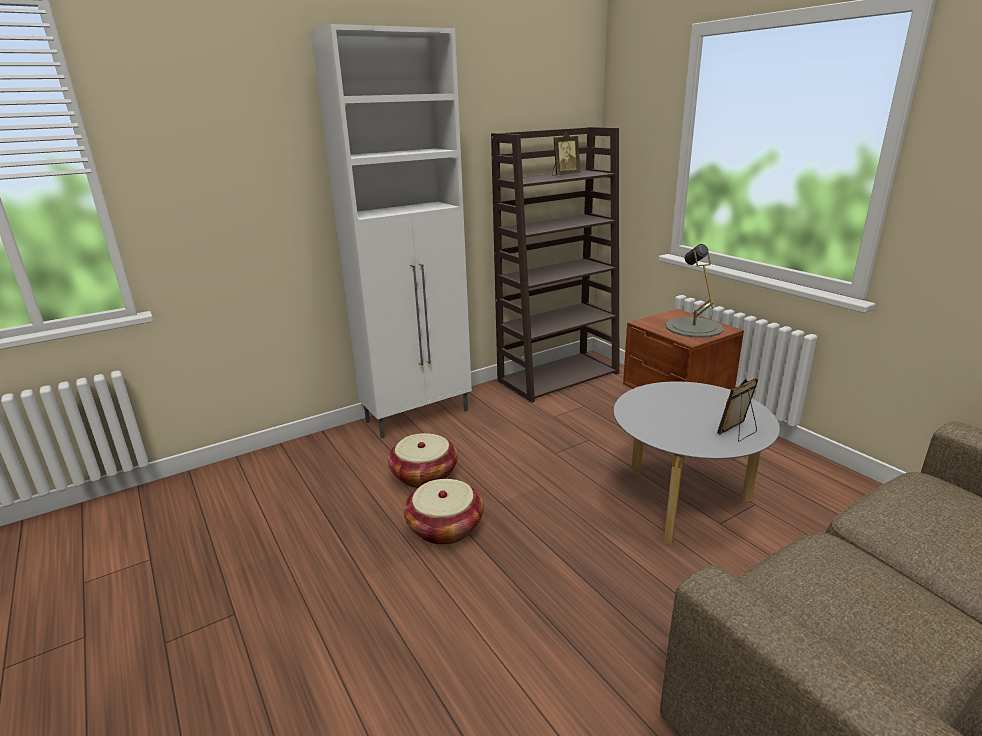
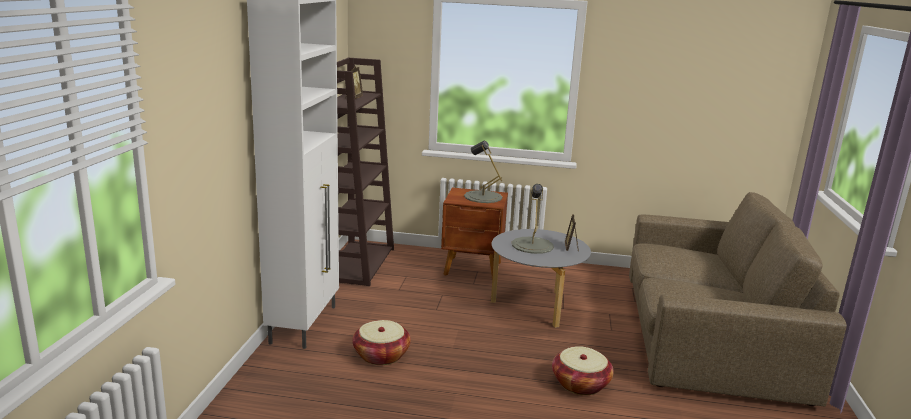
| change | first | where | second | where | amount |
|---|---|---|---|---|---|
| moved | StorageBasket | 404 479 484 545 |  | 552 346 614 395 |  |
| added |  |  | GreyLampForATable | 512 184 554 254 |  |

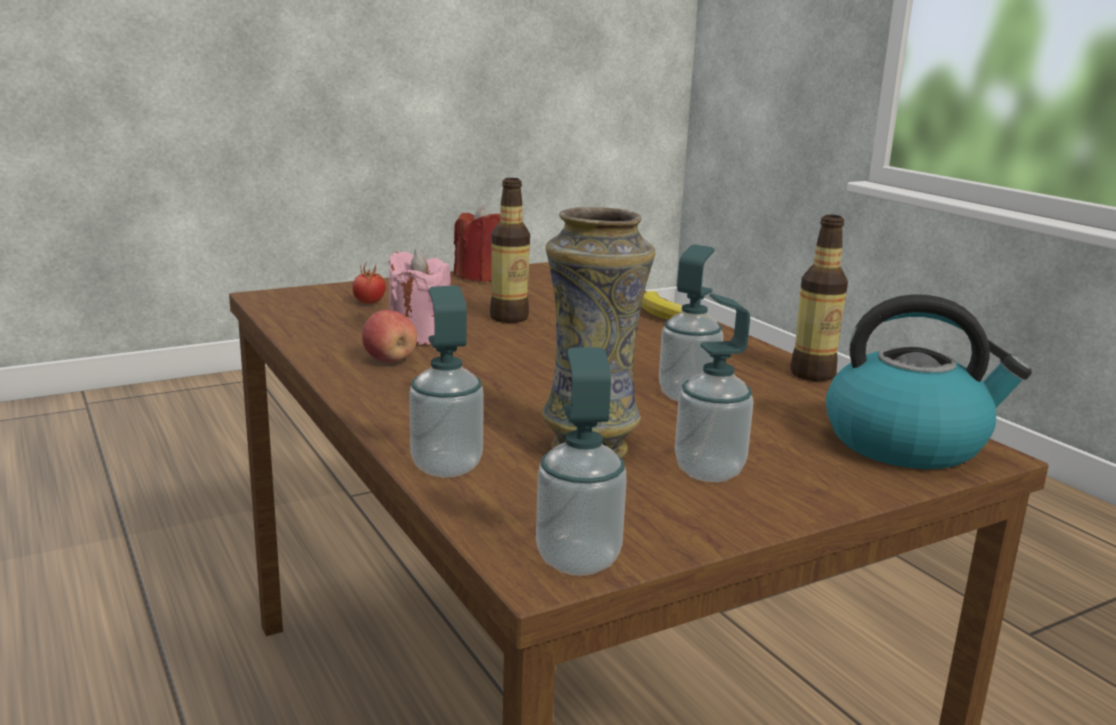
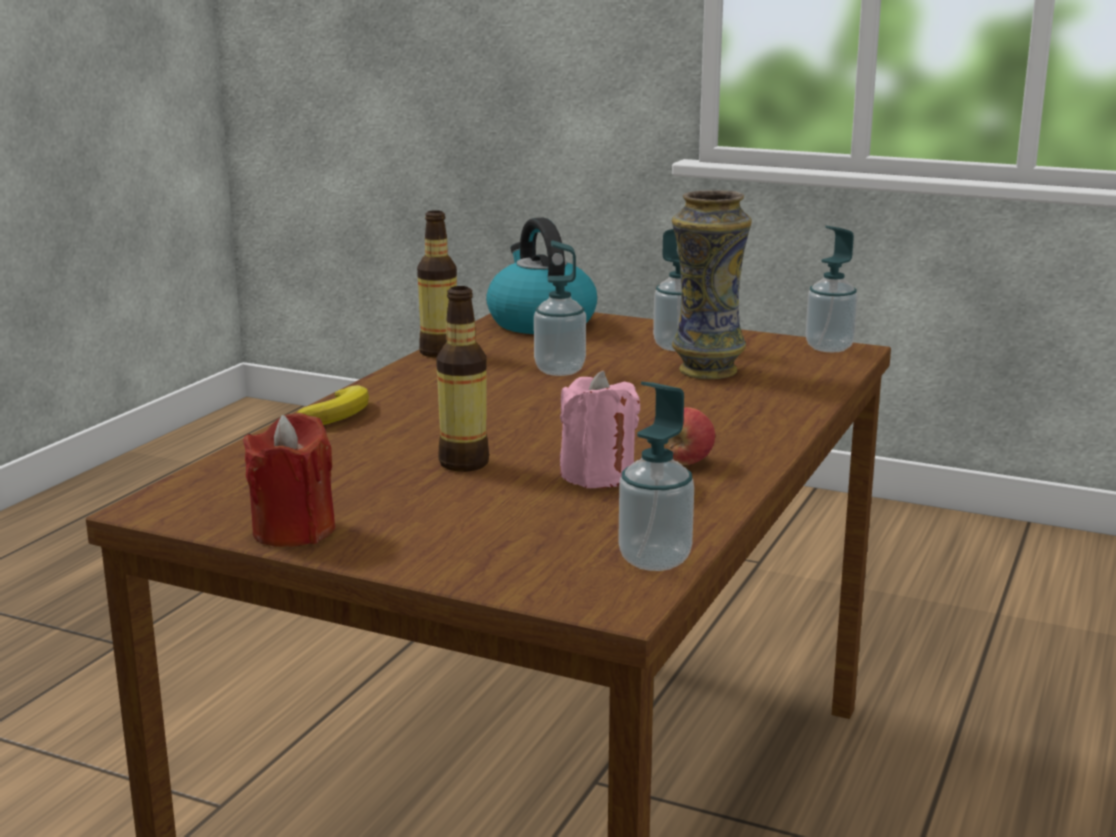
| change | first | where | second | where | amount |
|---|---|---|---|---|---|
| removed | FreshTomato | 352 261 386 304 |  |  |  |
| moved | SoapBottle | 409 286 484 477 |  | 618 381 694 571 |  |

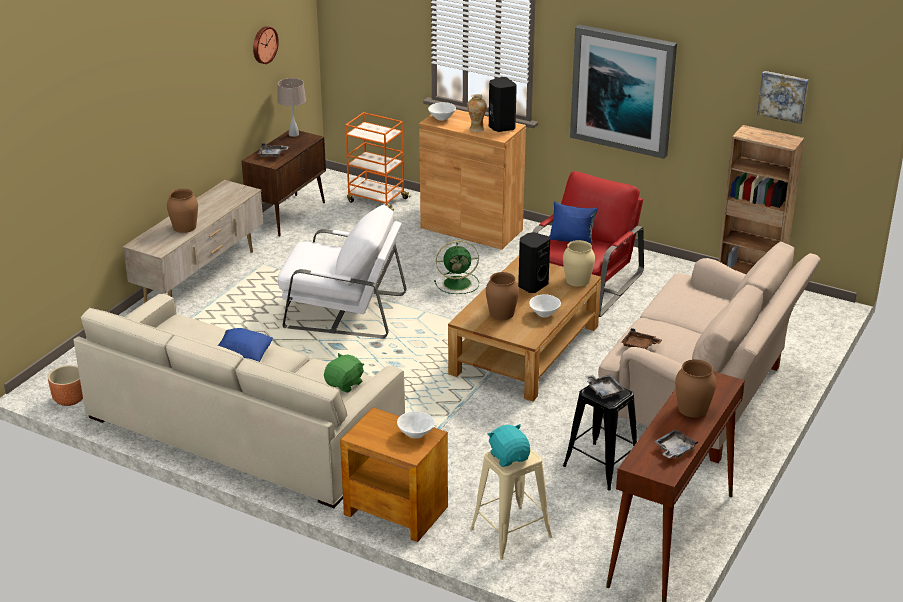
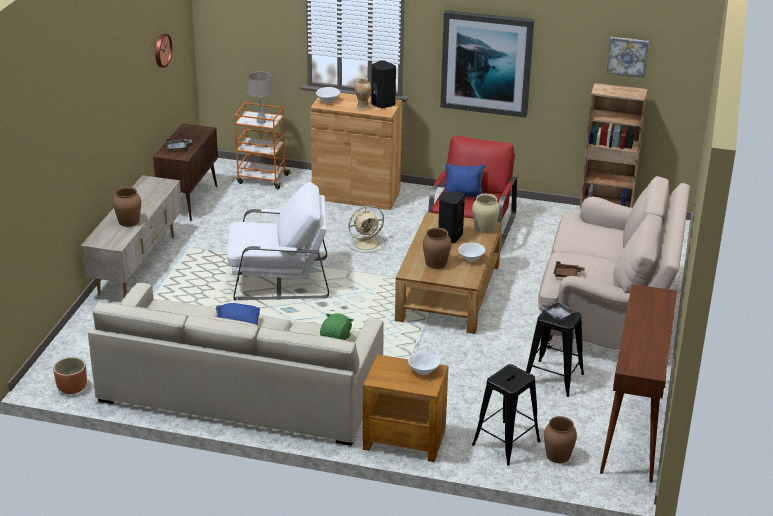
| change | first | where | second | where | amount |
|---|---|---|---|---|---|
| moved | SandColouredLampForATable | 277 78 306 137 |  | 247 72 273 124 |  |
| recoloured | GreenElectricFan | 434 240 479 294 | SandColouredElectricFan | 345 205 385 253 |  |
| recoloured | SandColouredSittingStool | 470 448 552 560 | BlackSittingStool | 472 364 540 465 |  |
| removed | BlueGreenPlushToy | 487 424 530 467 |  |  |  |
| removed | GreyCarryingTray | 654 429 698 458 |  |  |  |
| moved | BrownColouredDecorativeVase | 675 359 716 418 |  | 544 416 577 463 |  |

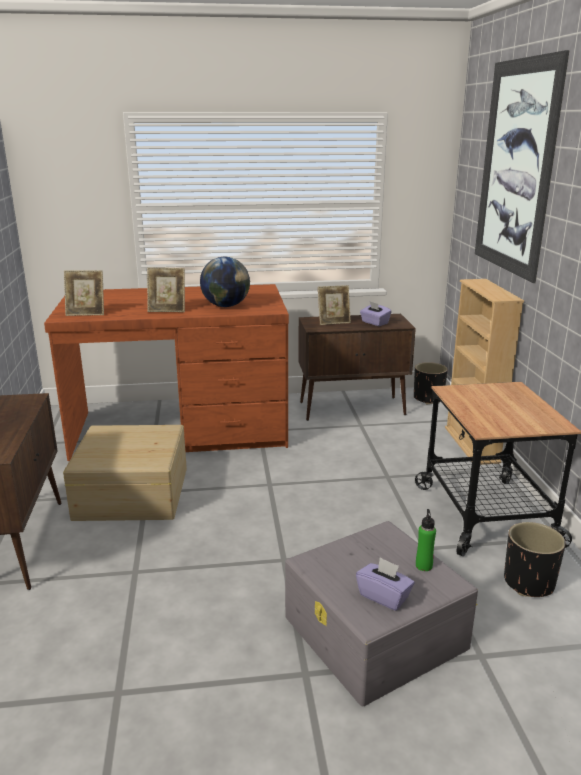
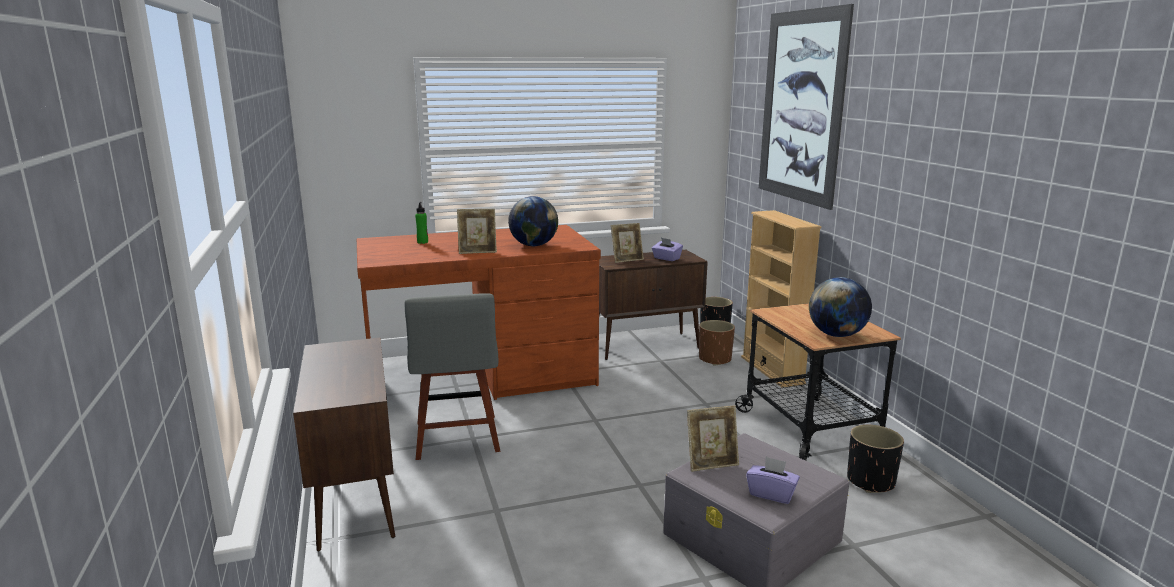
| change | first | where | second | where | amount |
|---|---|---|---|---|---|
| replaced | SandColouredStorageBin | 63 425 187 521 | GreyChair | 405 293 500 460 |  |
| moved | StandingFrame | 64 270 104 316 |  | 687 405 739 472 |  |
| moved | GreenBeverageBottle | 416 509 436 571 |  | 415 202 428 244 |  |
| added |  |  | BrownColouredPlantPot | 699 320 735 366 |  |
| added |  |  | DeskGlobe | 809 277 872 337 |  |

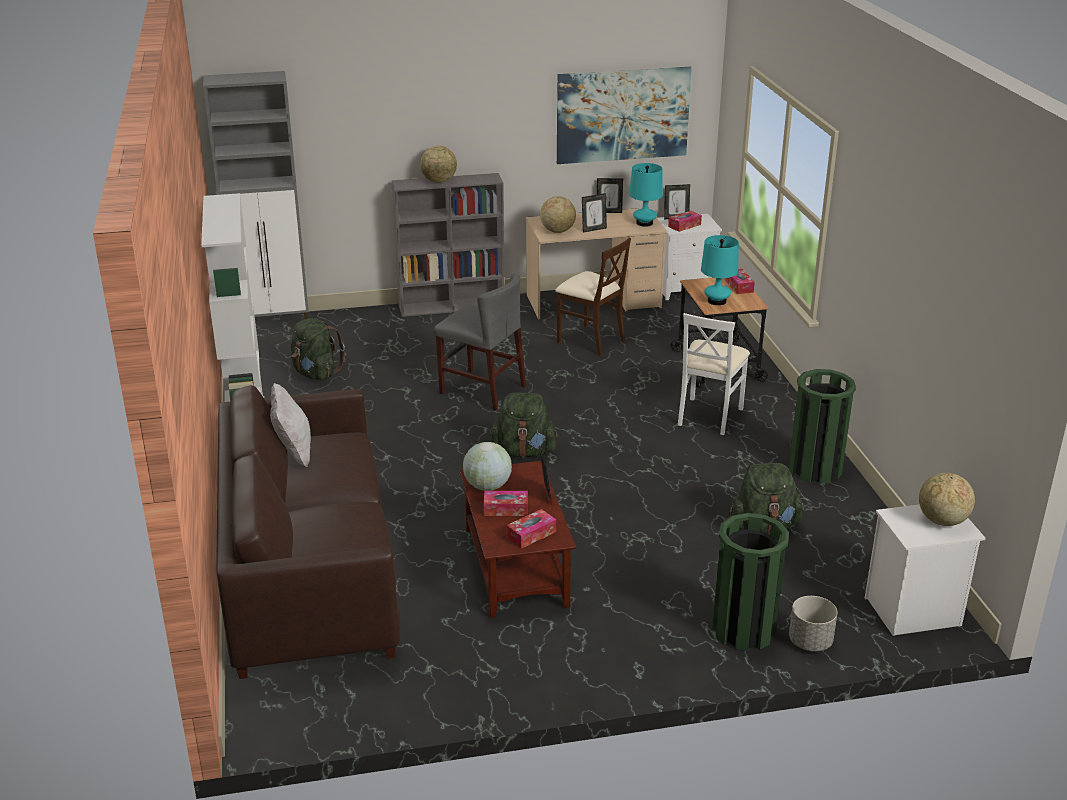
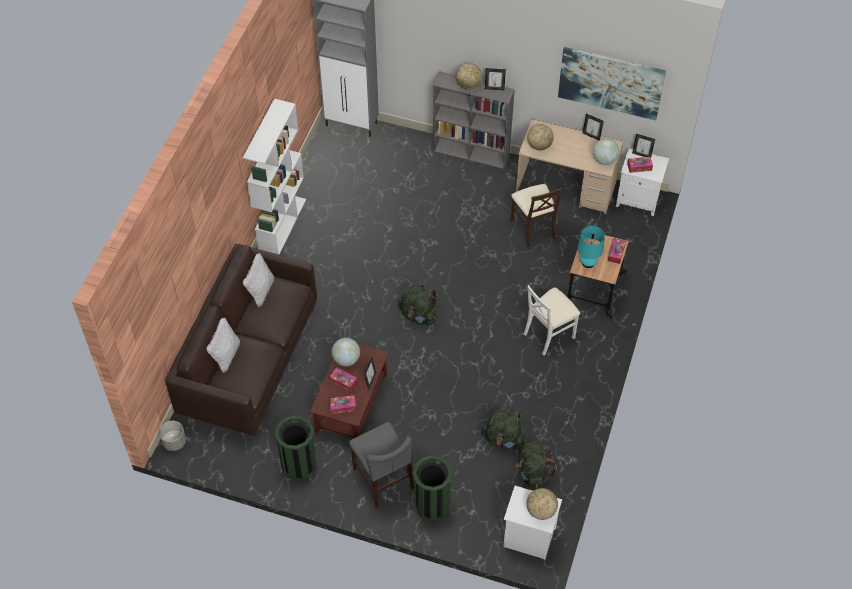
| change | first | where | second | where | amount |
|---|---|---|---|---|---|
| moved | GreenKnapsack | 291 318 345 380 |  | 515 442 557 490 |  |
| moved | GreyChair | 434 273 526 411 |  | 349 422 414 508 |  |
| moved | StandingFrame | 582 193 607 233 |  | 485 68 506 90 |  |
| replaced | BlueGreenLampForATable | 629 163 663 227 | DeskGlobe | 593 138 619 165 |  |
| moved | GreenTrashCan | 789 369 856 484 |  | 275 415 317 480 |  |
| moved | GreyPlantPot | 789 596 838 651 |  | 159 421 186 451 |  |
| added |  |  | WhiteCushion | 206 317 240 373 |  |

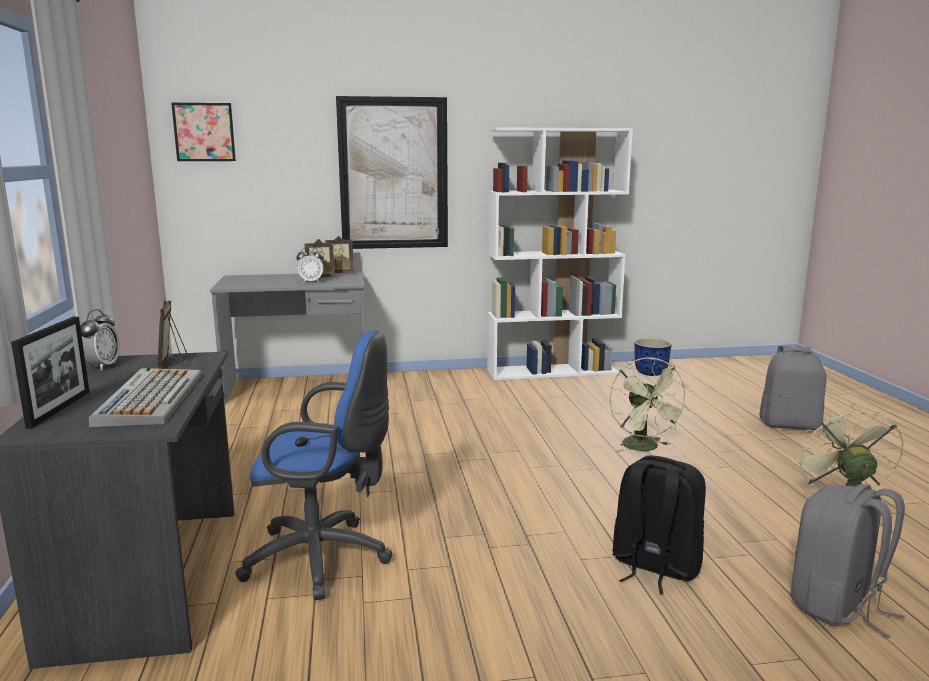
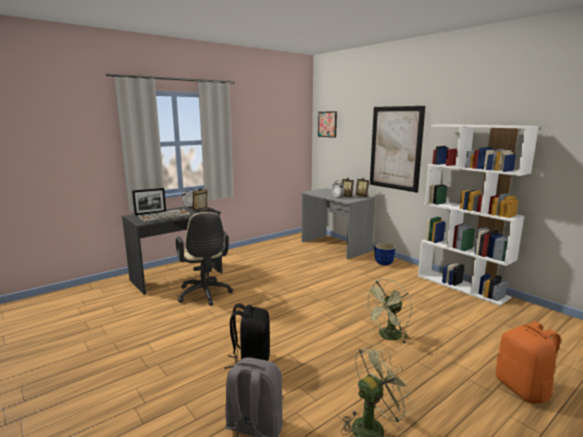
| change | first | where | second | where | amount |
|---|---|---|---|---|---|
| recoloured | BlueDeskChair | 235 330 392 600 | SandColouredDeskChair | 176 212 233 306 |  |
| moved | PlantPot | 634 338 672 376 |  | 374 243 396 265 |  |
| recoloured | GreyKnapsack | 759 345 827 430 | OrangeKnapsack | 496 321 561 404 |  |

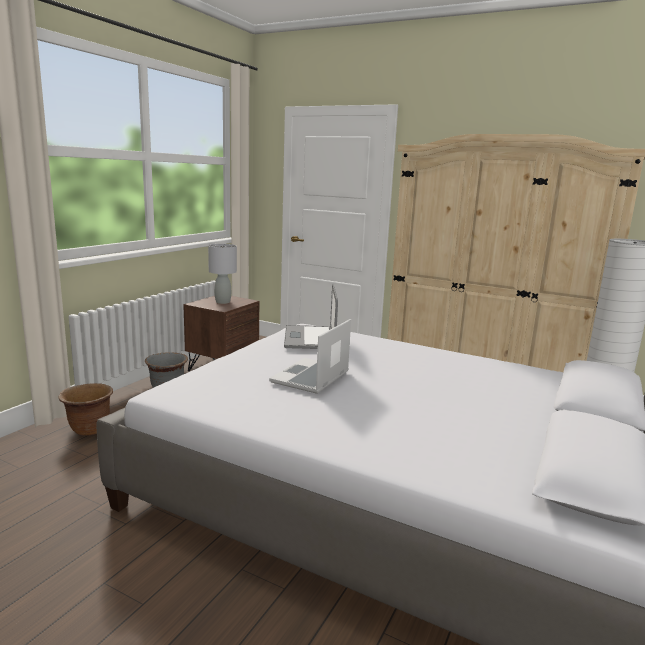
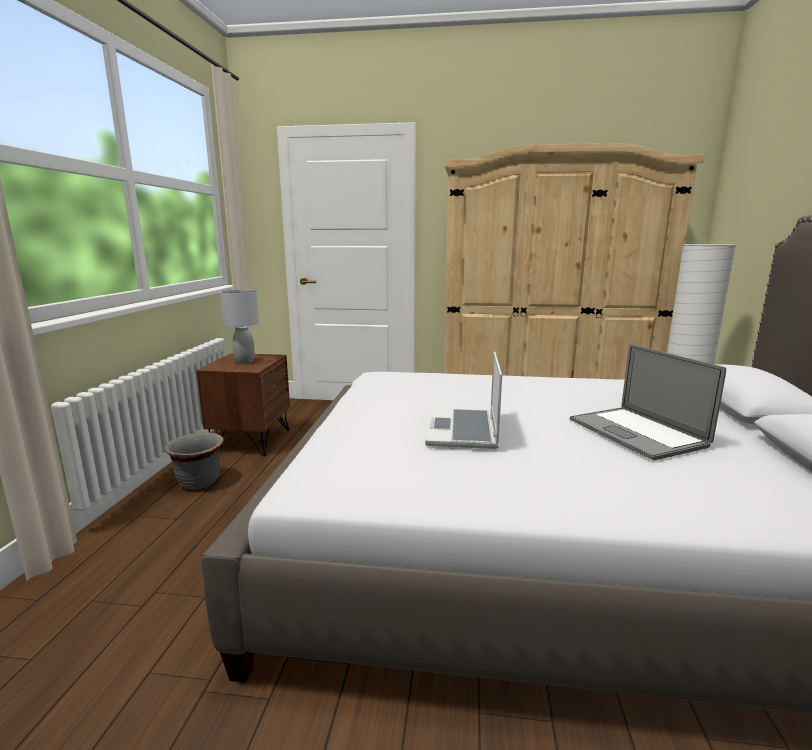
| change | first | where | second | where | amount |
|---|---|---|---|---|---|
| removed | BrownColouredPlantPot | 58 383 113 436 |  |  |  |
| moved | Laptop | 284 283 338 349 |  | 570 344 726 460 |  |

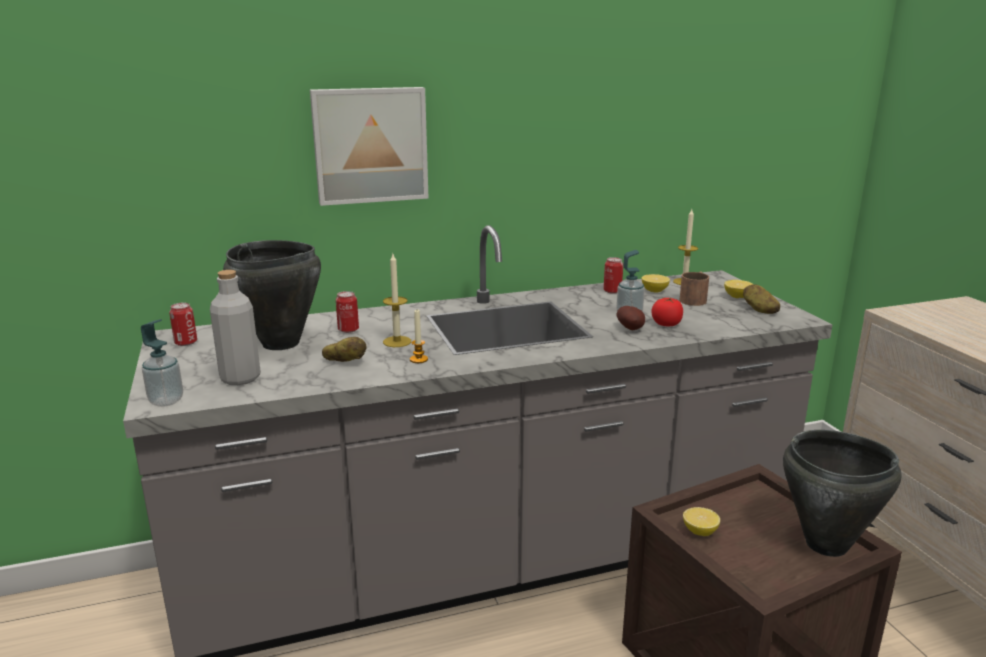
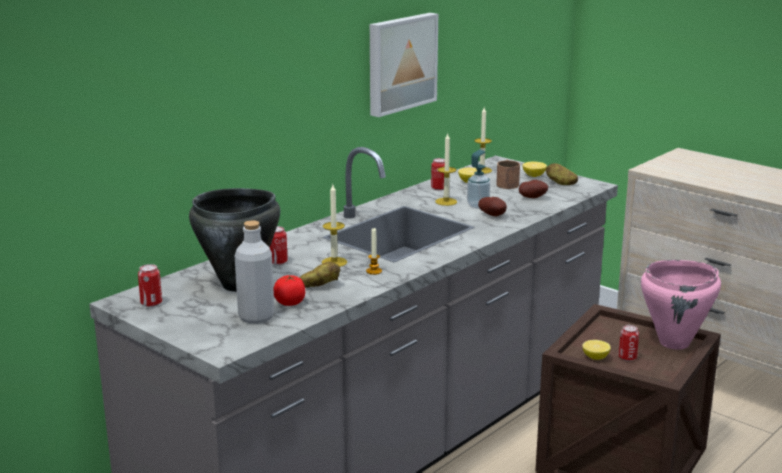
| change | first | where | second | where | amount |
|---|---|---|---|---|---|
| removed | SoapBottle | 141 319 183 407 |  |  |  |
| moved | Picture | 310 87 429 206 |  | 370 13 438 117 |  |
| moved | FreshTomato | 651 298 683 326 |  | 273 275 305 306 |  |
| recoloured | BlackSaucepot | 783 430 902 557 | PinkishSaucepot | 641 260 721 350 |  |
| added |  |  | WaxLight | 435 132 457 206 |  |
| added |  |  | Potato | 519 180 548 198 |  |
| added |  |  | Can | 618 325 639 361 |  |

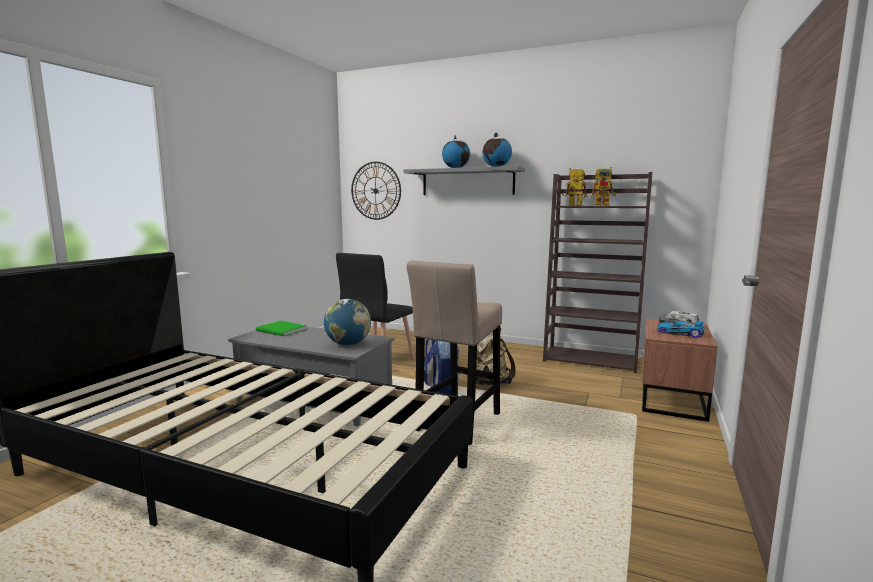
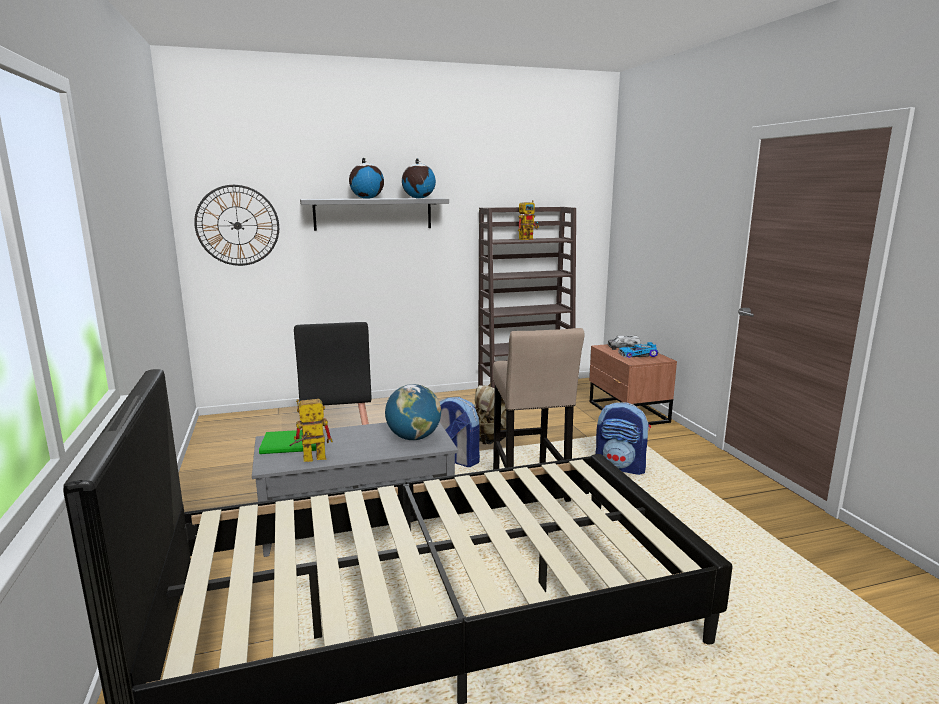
| change | first | where | second | where | amount |
|---|---|---|---|---|---|
| moved | ToyRobot | 562 168 588 206 |  | 289 399 333 462 |  |
| added |  |  | Knapsack | 595 402 651 475 |  |

